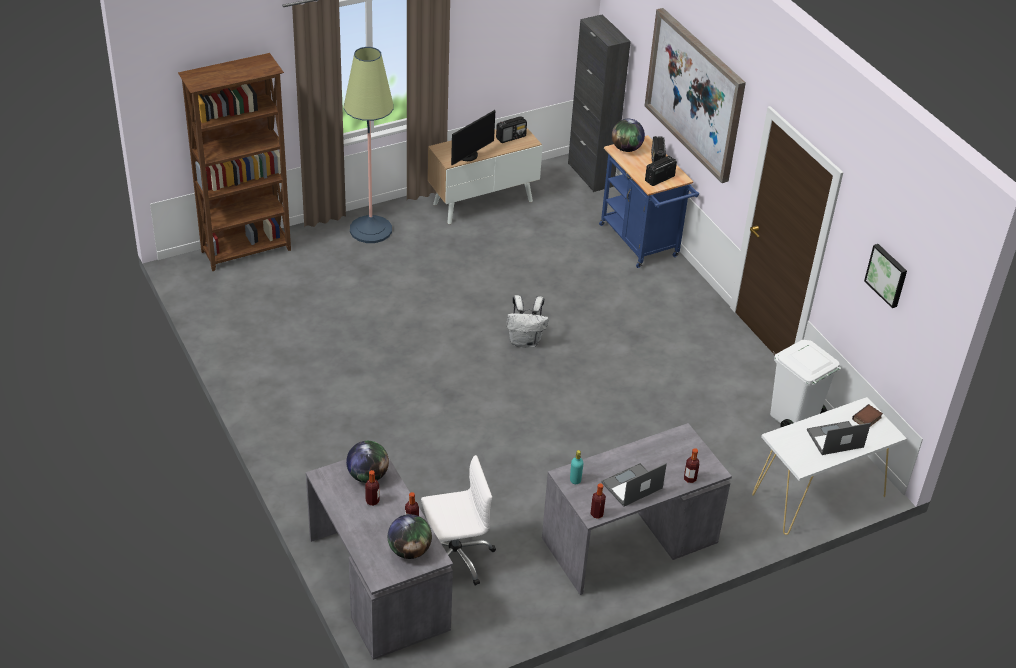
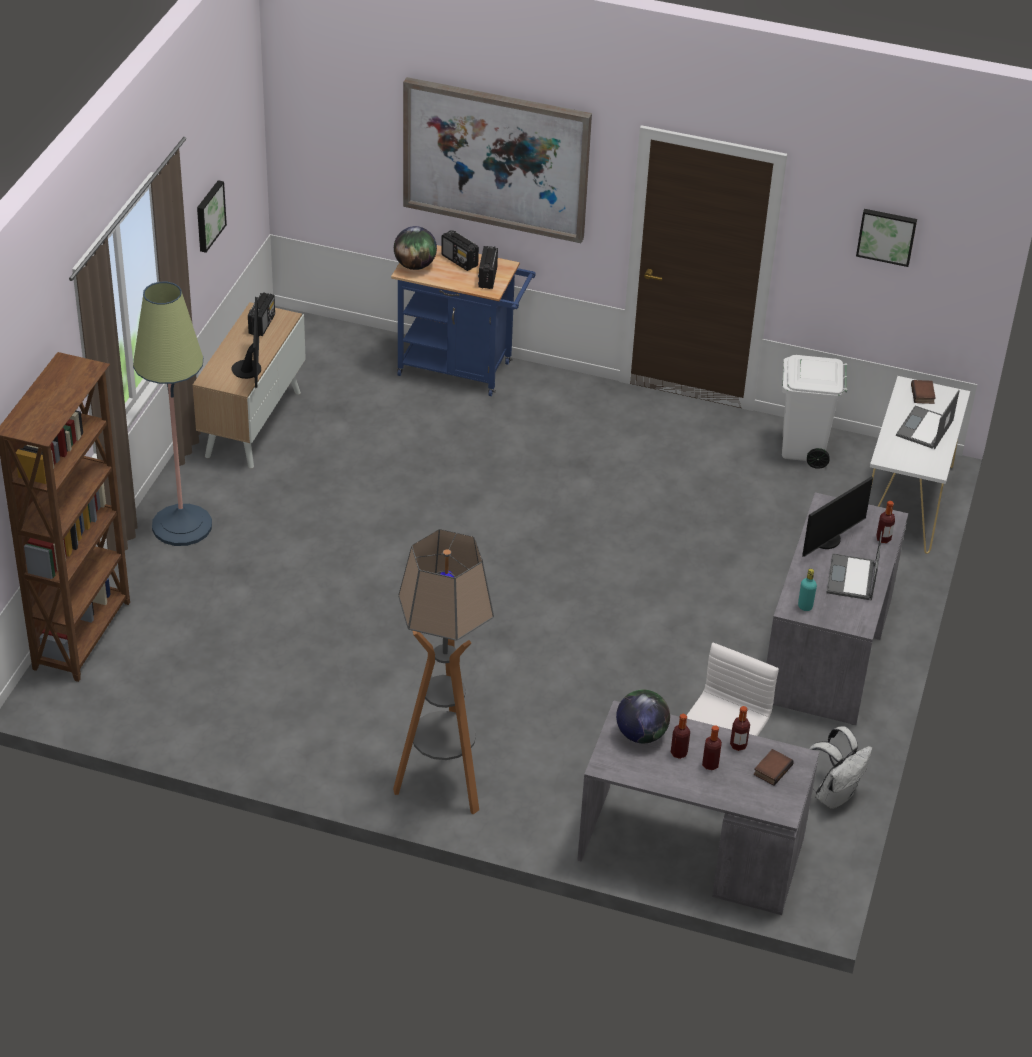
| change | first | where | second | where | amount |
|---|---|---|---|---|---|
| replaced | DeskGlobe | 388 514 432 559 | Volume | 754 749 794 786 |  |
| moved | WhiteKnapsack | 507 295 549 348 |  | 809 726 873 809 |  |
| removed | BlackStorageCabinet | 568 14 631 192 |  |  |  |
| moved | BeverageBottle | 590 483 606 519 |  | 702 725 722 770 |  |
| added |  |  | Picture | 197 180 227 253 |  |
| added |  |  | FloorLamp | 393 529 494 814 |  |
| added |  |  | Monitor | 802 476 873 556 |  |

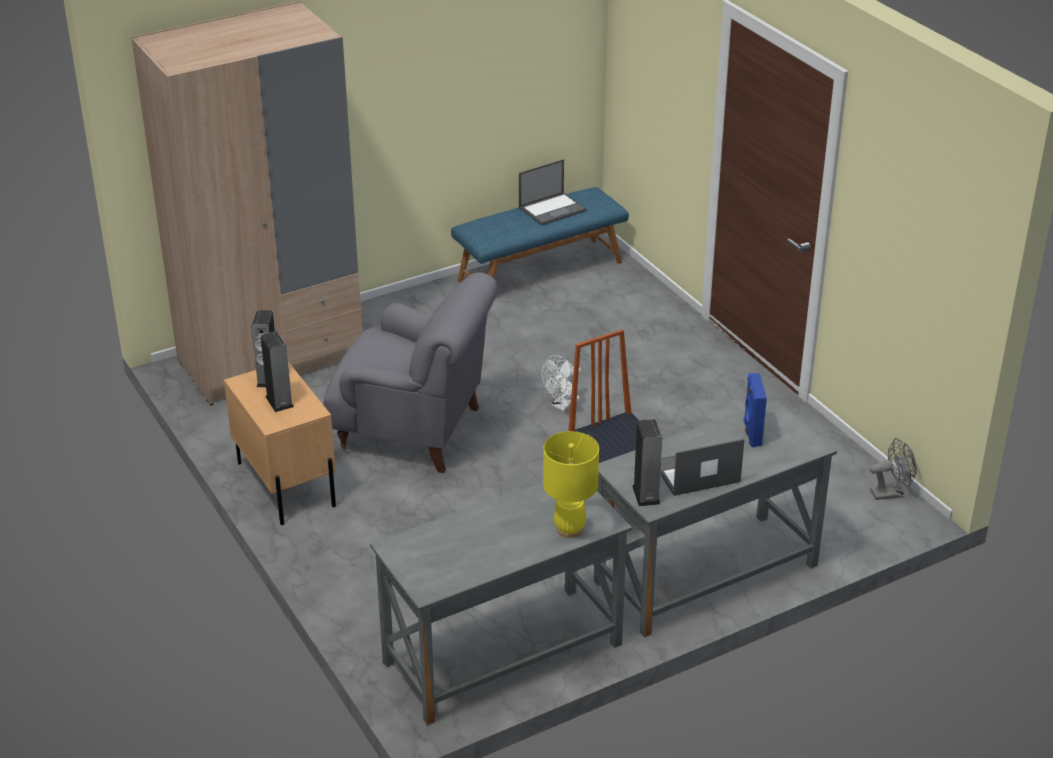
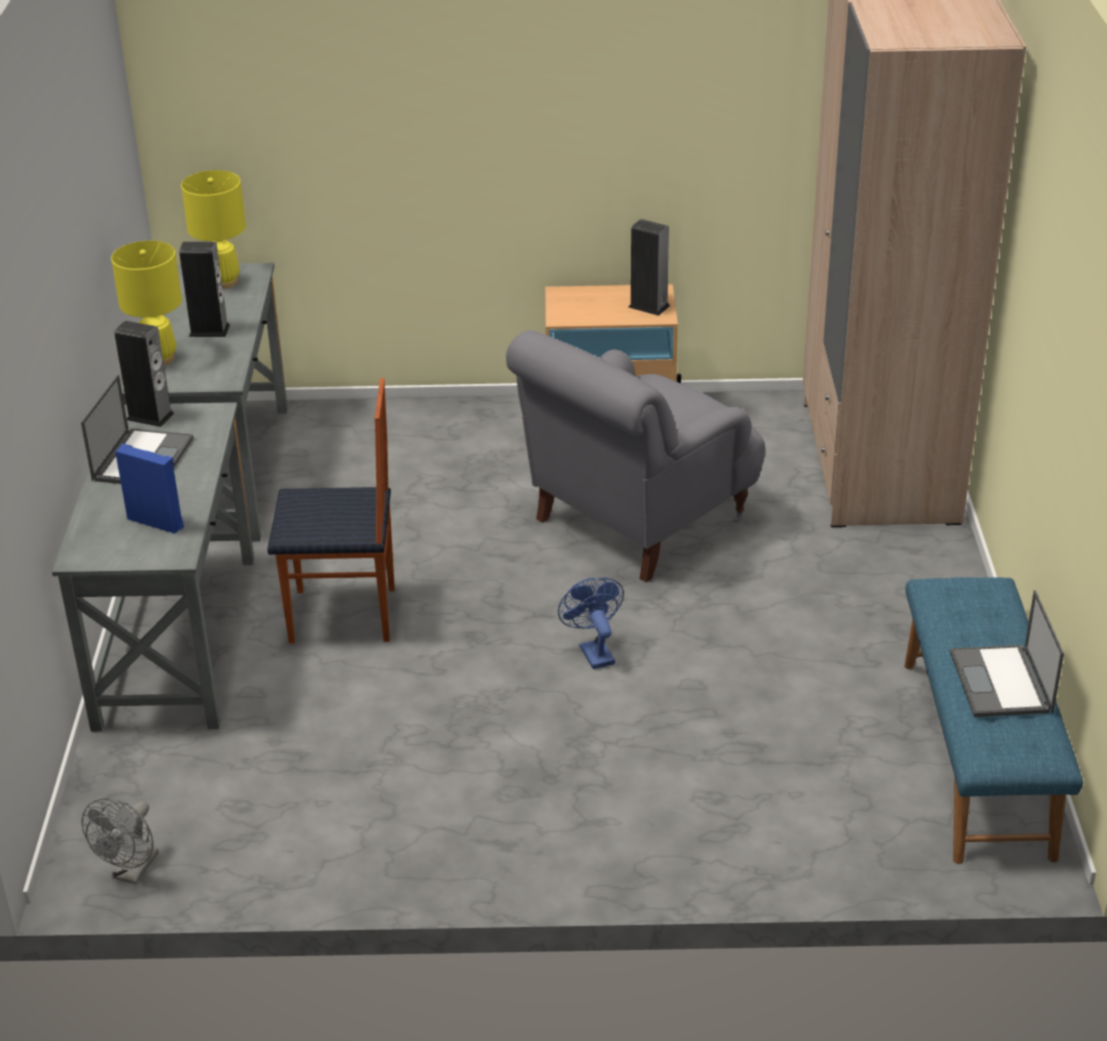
| change | first | where | second | where | amount |
|---|---|---|---|---|---|
| moved | Speaker | 261 331 294 412 |  | 179 242 230 337 |  |
| recoloured | WhiteElectricFan | 541 355 581 411 | BlueElectricFan | 558 578 624 669 |  |
| added |  |  | YellowishLampForATable | 181 170 246 289 |  |

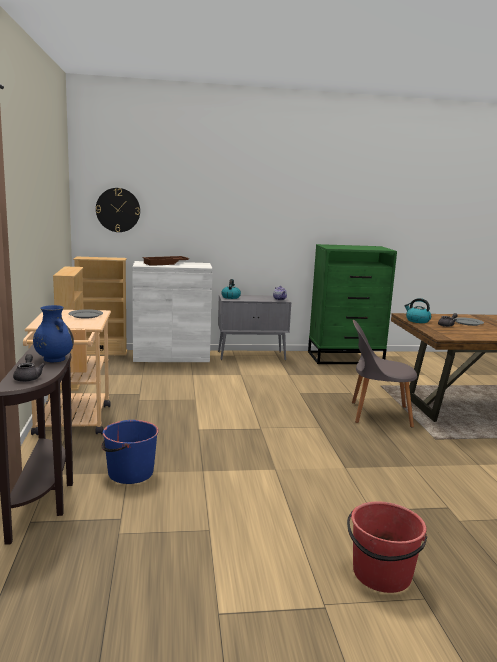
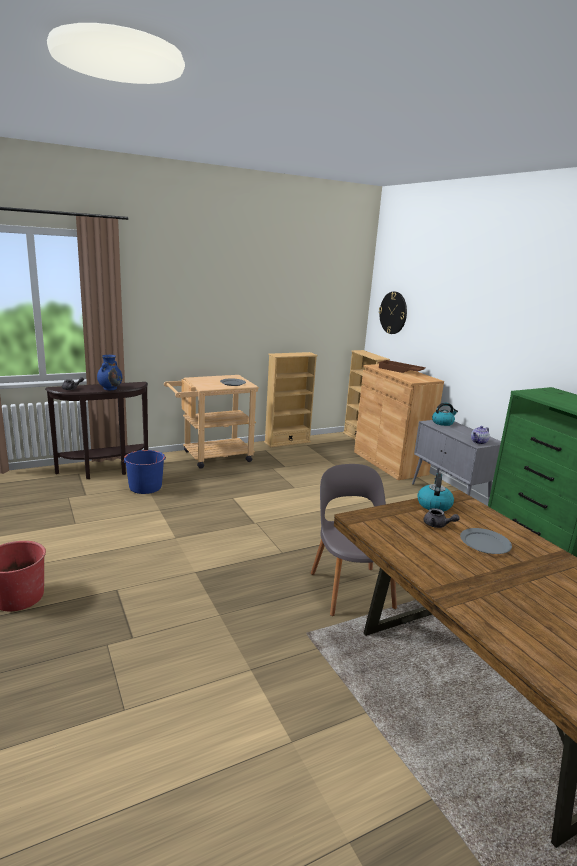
| change | first | where | second | where | amount |
|---|---|---|---|---|---|
| recoloured | WhiteStorageCabinet | 132 261 213 362 | BrownColouredStorageCabinet | 354 364 444 480 |  |

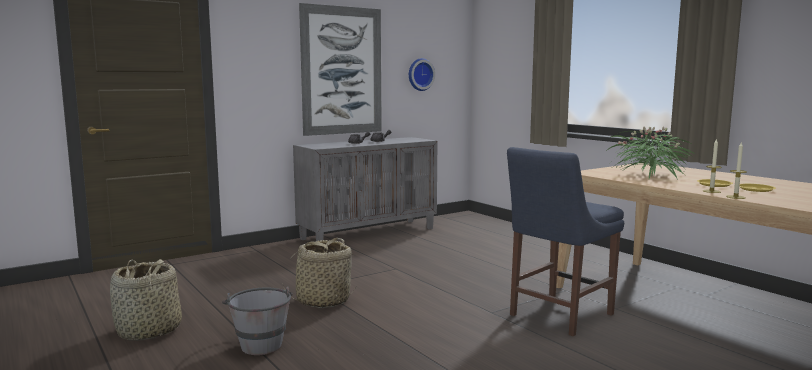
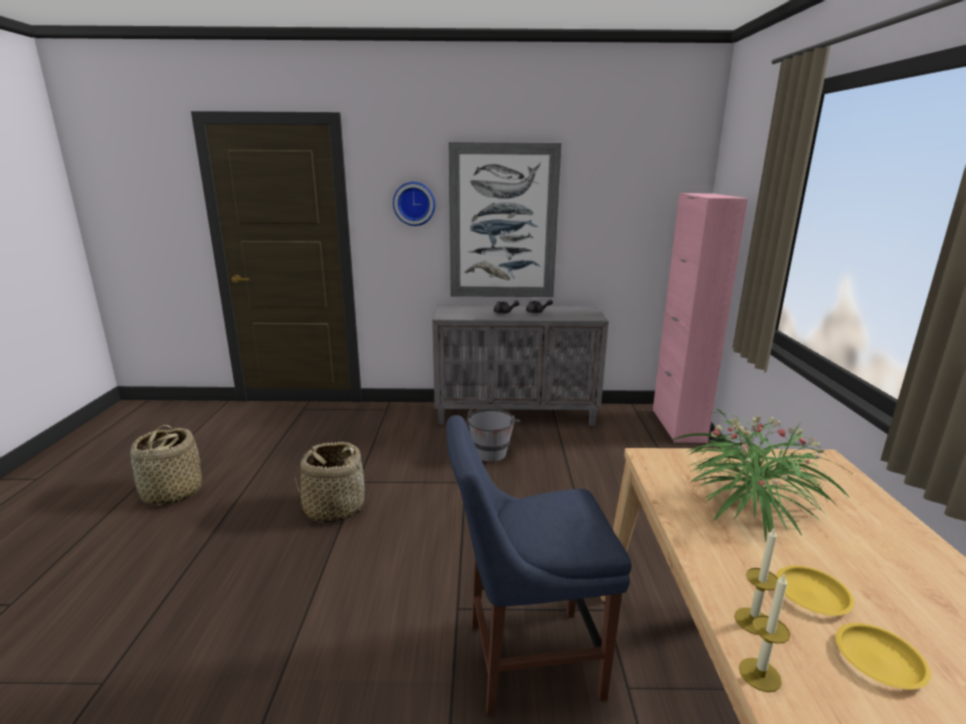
| change | first | where | second | where | amount |
|---|---|---|---|---|---|
| moved | GreyWaterBucket | 222 287 293 355 |  | 467 409 521 462 |  |
| moved | HangingClock | 409 58 435 91 |  | 393 182 435 226 |  |
| added |  |  | PinkishStorageCabinet | 653 193 748 443 |  |

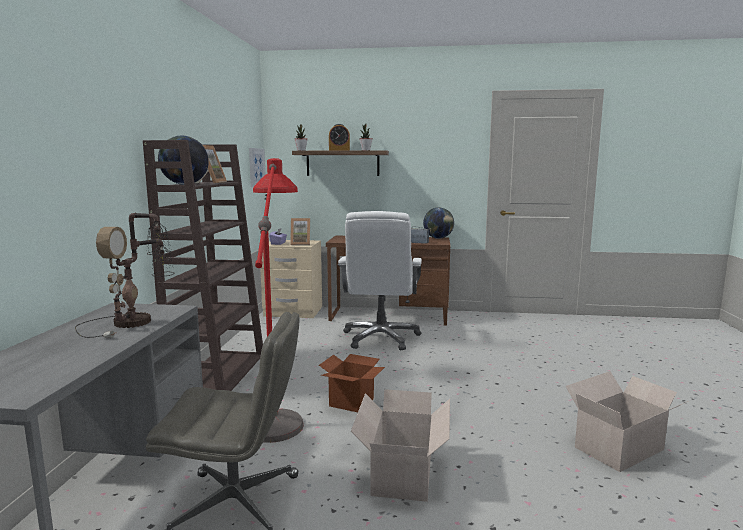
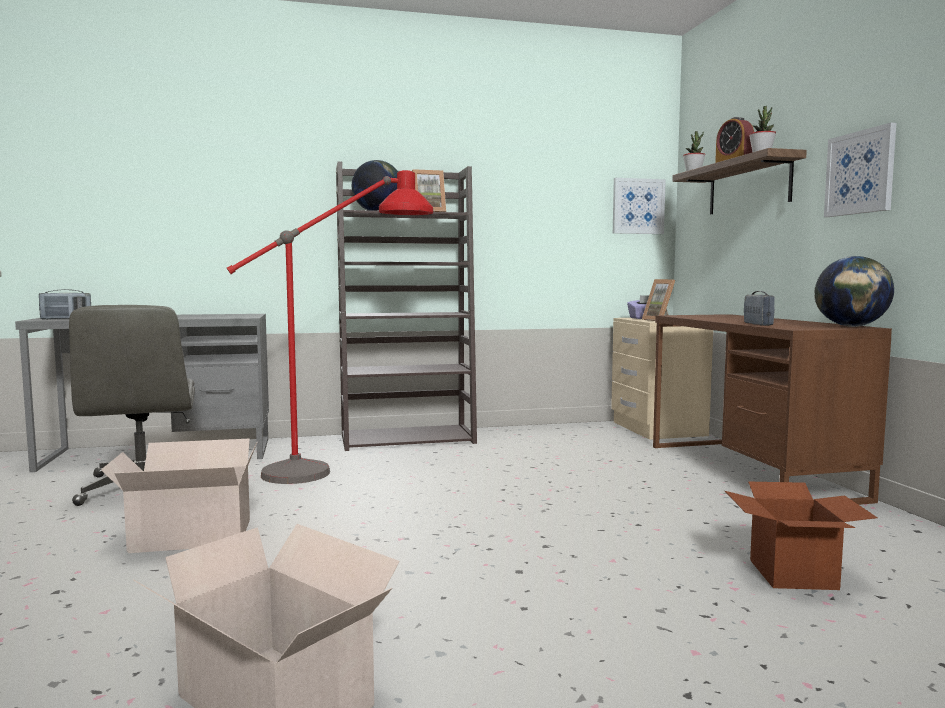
| change | first | where | second | where | amount |
|---|---|---|---|---|---|
| removed | LampForATable | 75 213 175 338 |  |  |  |
| moved | Carton | 319 354 385 412 |  | 725 482 878 590 |  |
| removed | WhiteDeskChair | 338 211 422 351 |  |  |  |
| added |  |  | Radio | 39 289 91 320 |  |
| added |  |  | Picture | 824 123 896 217 |  |

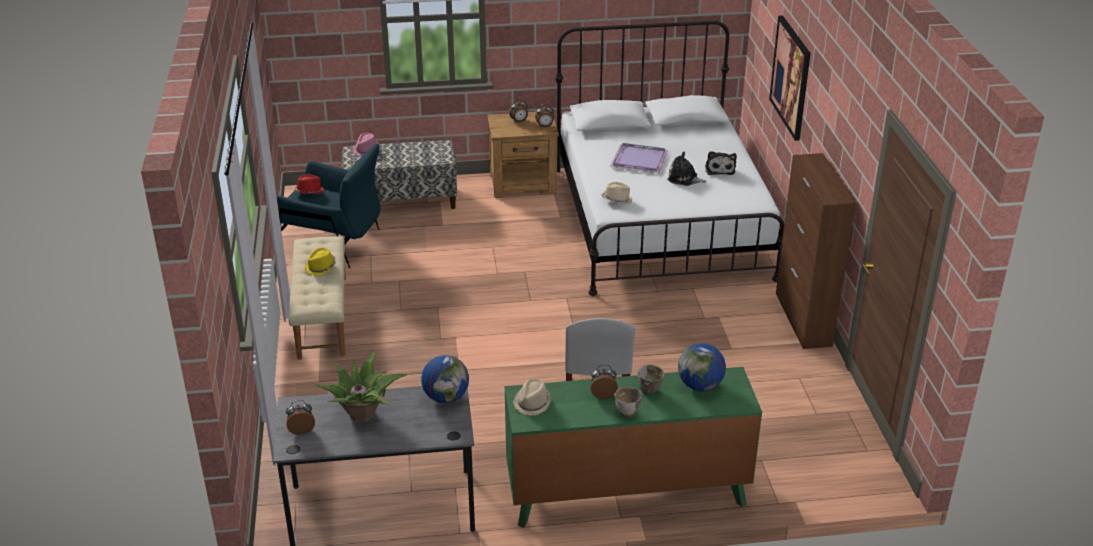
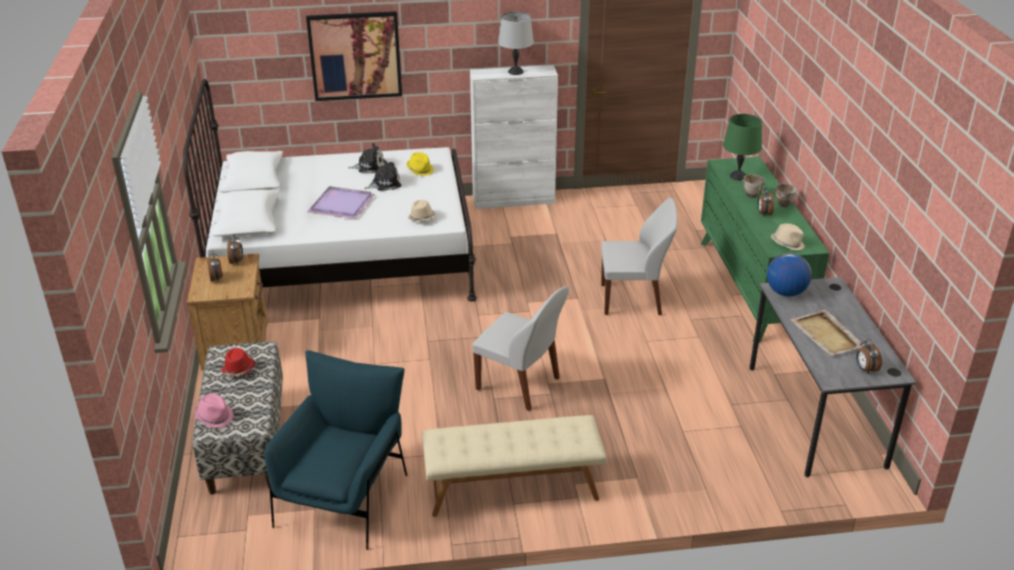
| change | first | where | second | where | amount |
|---|---|---|---|---|---|
| moved | RedColouredClothingHat | 294 174 324 194 |  | 222 348 255 376 |  |
| moved | YellowishClothingHat | 305 248 336 276 |  | 406 152 434 176 |  |
| replaced | PottedPlant | 315 351 407 422 | SandColouredCarryingTray | 790 309 865 356 |  |
| turned | PlushToy | 667 152 706 186 |  | 365 159 401 191 | 135 degrees counterclockwise |
| replaced | DeskGlobe | 678 343 726 391 | GreenLampForATable | 723 114 762 180 |  |
| recoloured | BrownColouredStorageCabinet | 776 153 856 349 | WhiteStorageCabinet | 470 65 558 209 |  |
| added |  |  | WhiteChair | 472 286 569 411 |  |
| added |  |  | GreyLampForATable | 498 12 534 75 |  |

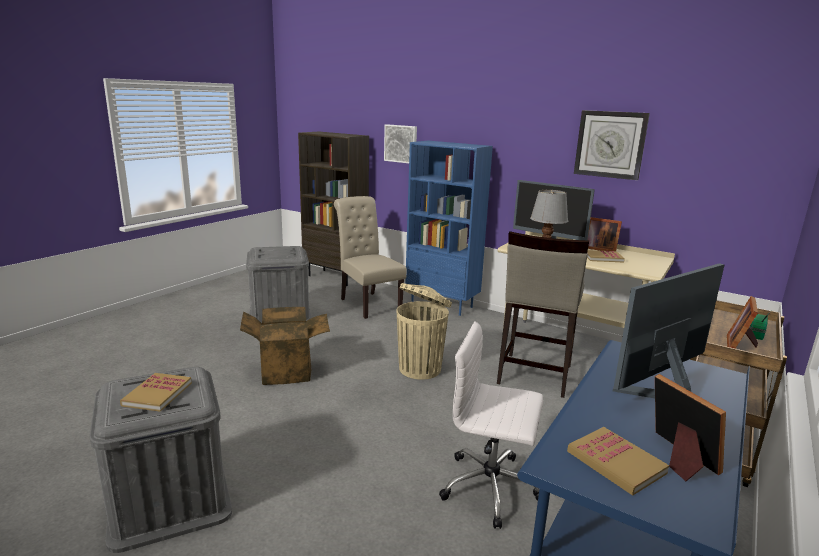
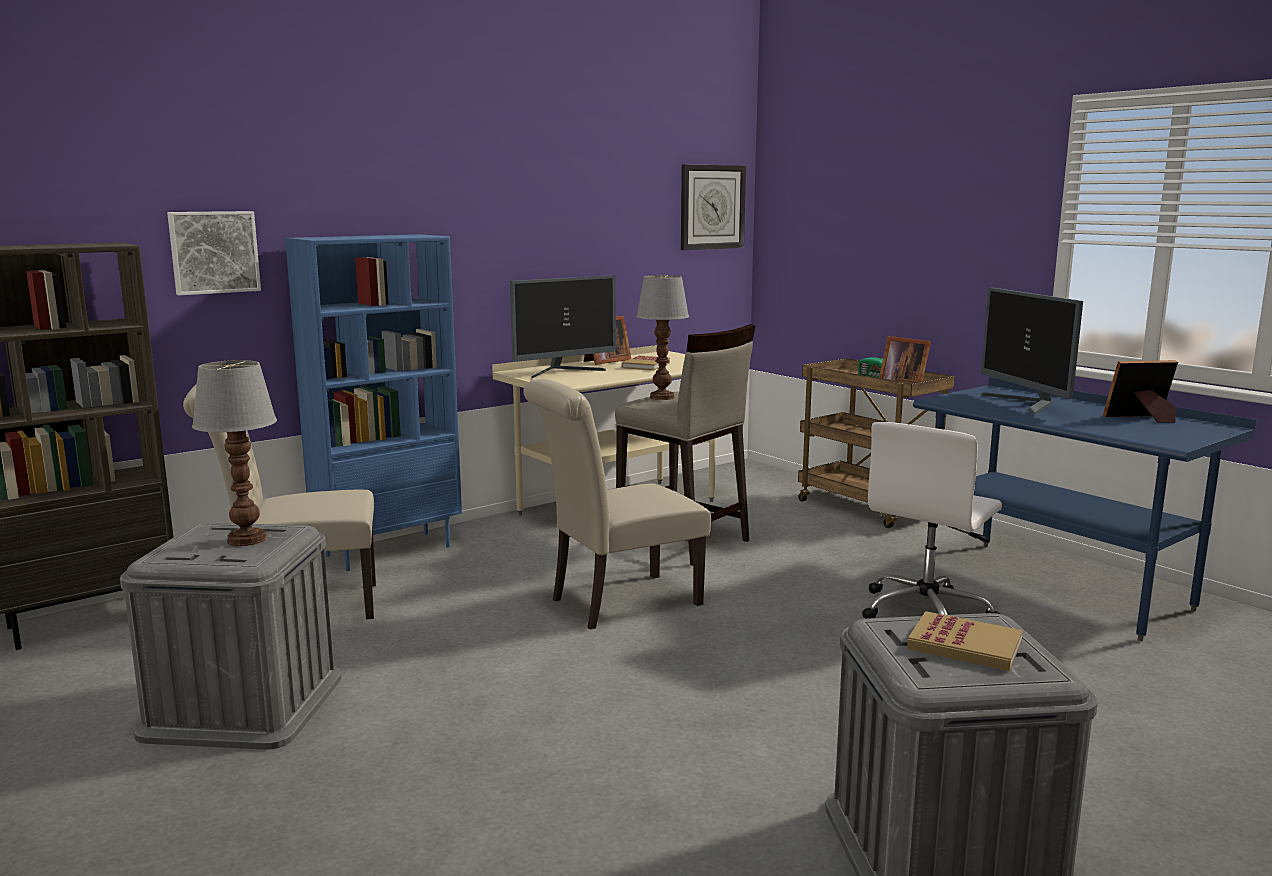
| change | first | where | second | where | amount |
|---|---|---|---|---|---|
| removed | Carton | 240 307 330 385 |  |  |  |
| replaced | SandColouredTrashCan | 396 283 452 380 | SandColouredChair | 523 379 711 630 |  |
| removed | Volume | 567 427 669 496 |  |  |  |
| moved | HangingClock | 574 110 650 180 |  | 681 164 746 250 |  |
| added |  |  | LampForATable | 192 360 277 546 |  |

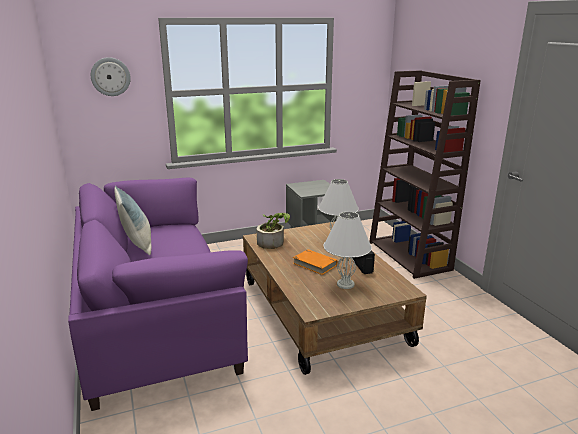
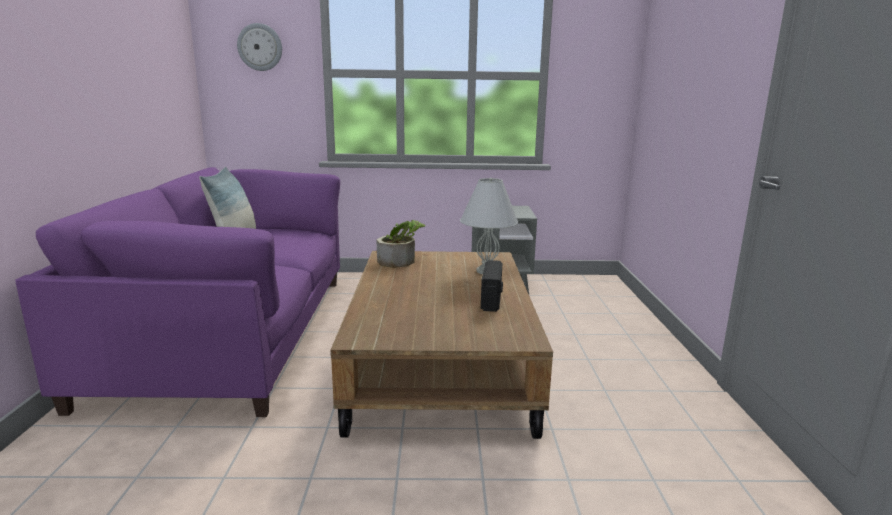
| change | first | where | second | where | amount |
|---|---|---|---|---|---|
| removed | OrangeVolume | 293 249 337 275 |  |  |  |
| removed | WhiteLampForATable | 324 212 372 289 |  |  |  |
| removed | BrownColouredShelvingUnit | 369 70 481 279 |  |  |  |

